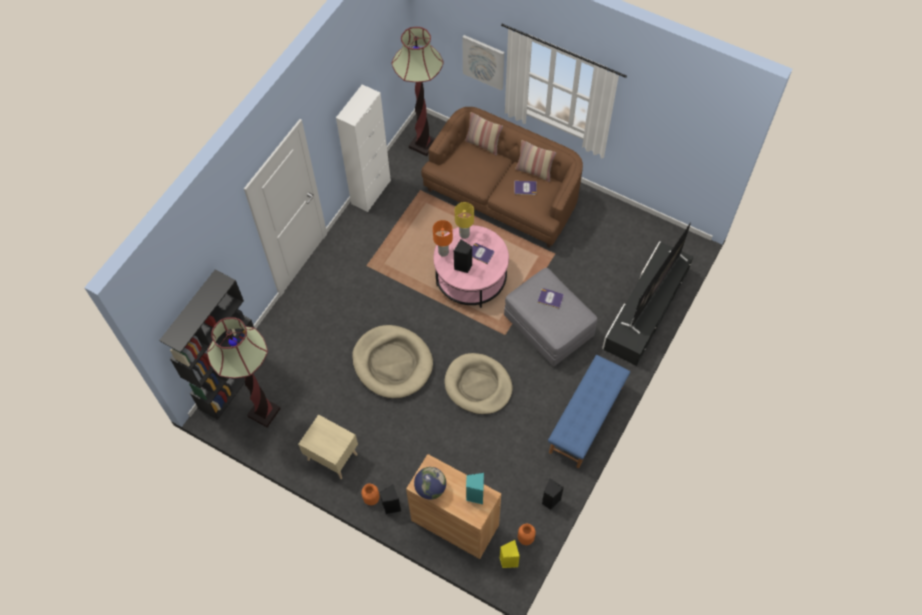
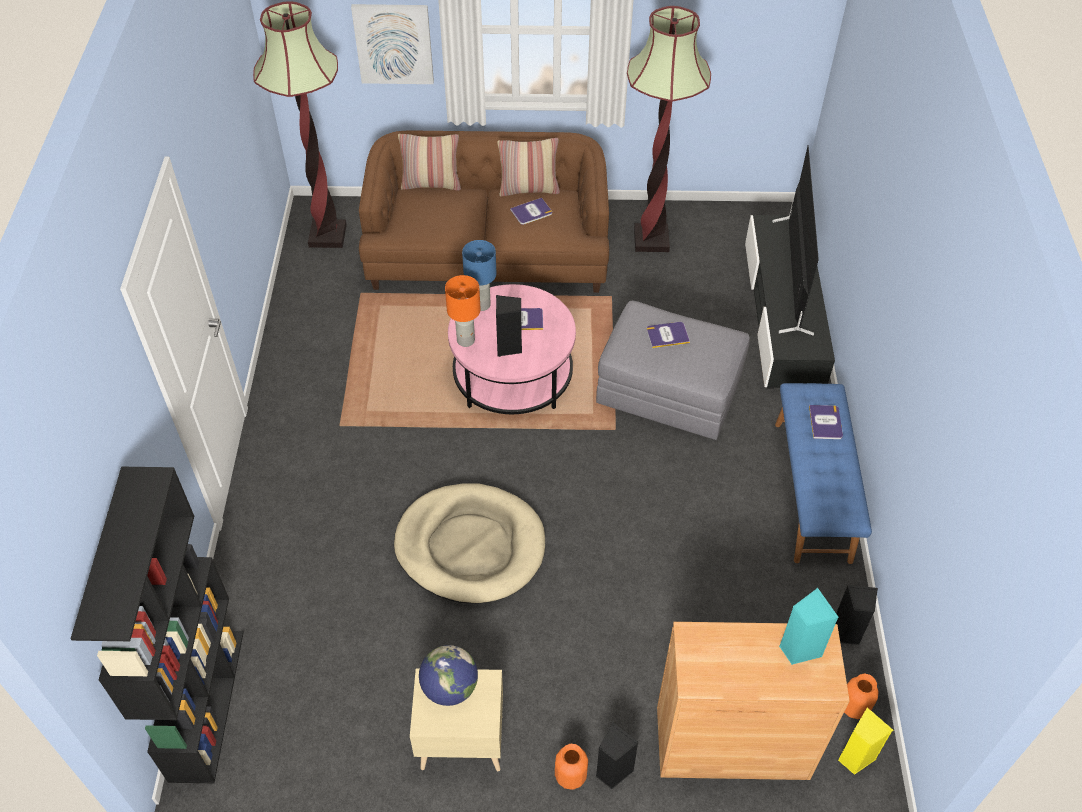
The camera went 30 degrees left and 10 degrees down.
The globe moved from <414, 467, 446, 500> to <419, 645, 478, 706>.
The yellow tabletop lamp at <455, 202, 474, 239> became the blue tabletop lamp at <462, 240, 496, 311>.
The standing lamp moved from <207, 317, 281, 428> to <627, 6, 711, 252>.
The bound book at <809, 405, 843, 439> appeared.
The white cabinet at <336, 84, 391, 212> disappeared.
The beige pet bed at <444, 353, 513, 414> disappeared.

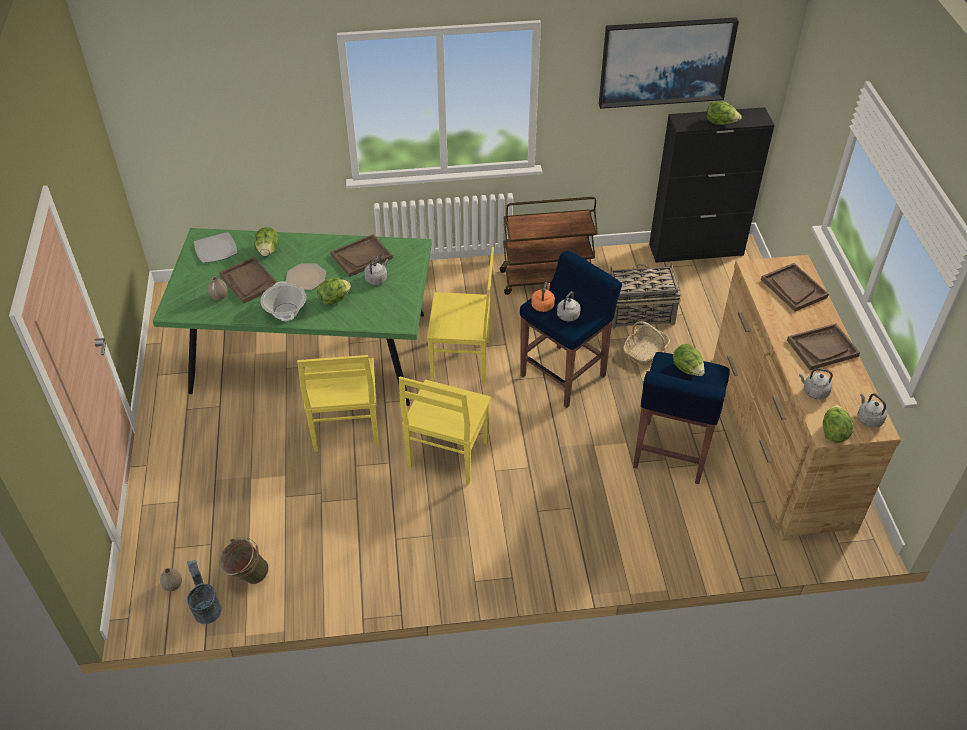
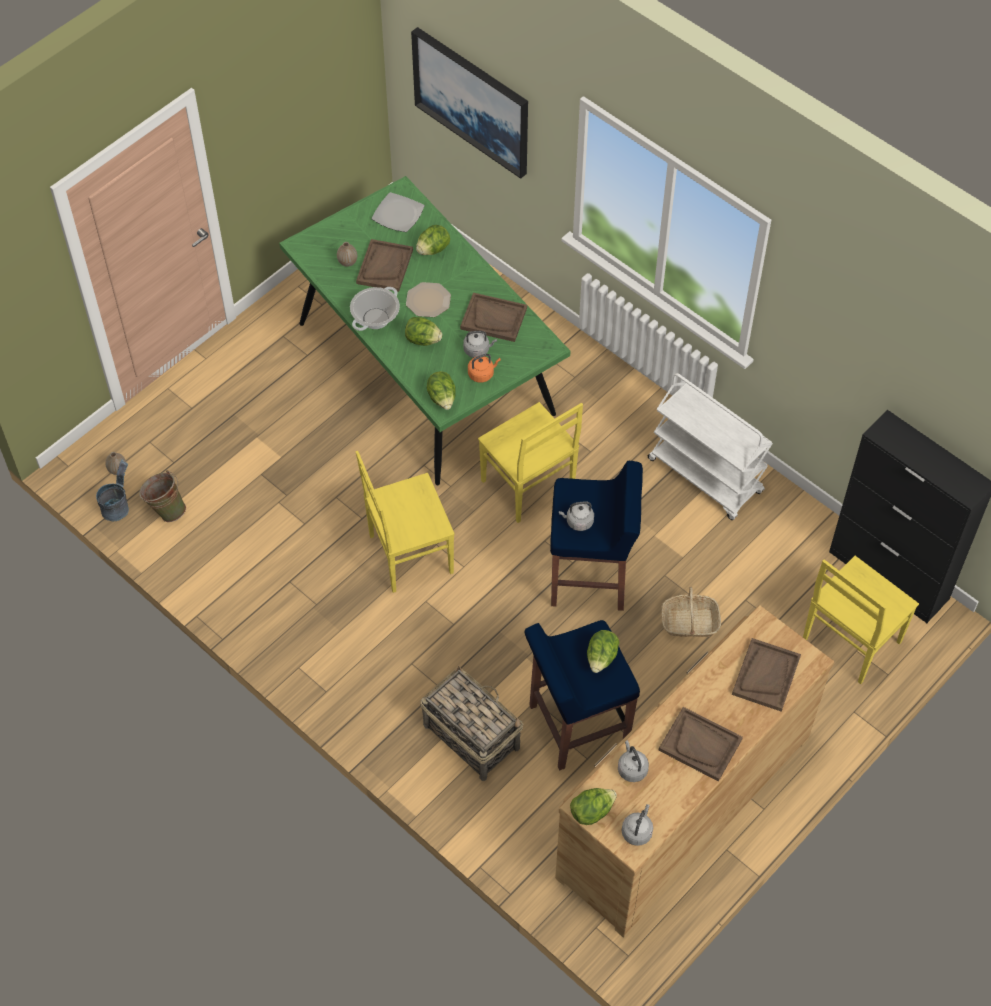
The camera went 50 degrees right and 10 degrees up.
The wall art moved from <599, 17, 739, 109> to <411, 27, 528, 179>.
The household basket moved from <607, 263, 682, 329> to <420, 666, 523, 781>.
The lettuce head moved from <707, 101, 742, 125> to <427, 371, 456, 410>.
The orangey water kettle moved from <531, 282, 555, 312> to <468, 354, 501, 383>.
The brownish wheeled cart at <500, 197, 598, 295> became the white wheeled cart at <648, 373, 773, 520>.
The yellow upright chair moved from <297, 355, 379, 452> to <803, 556, 919, 684>.

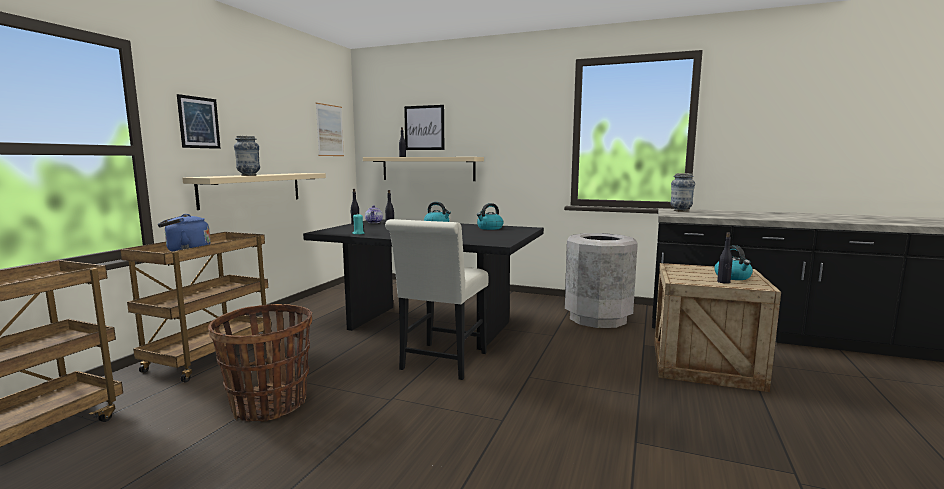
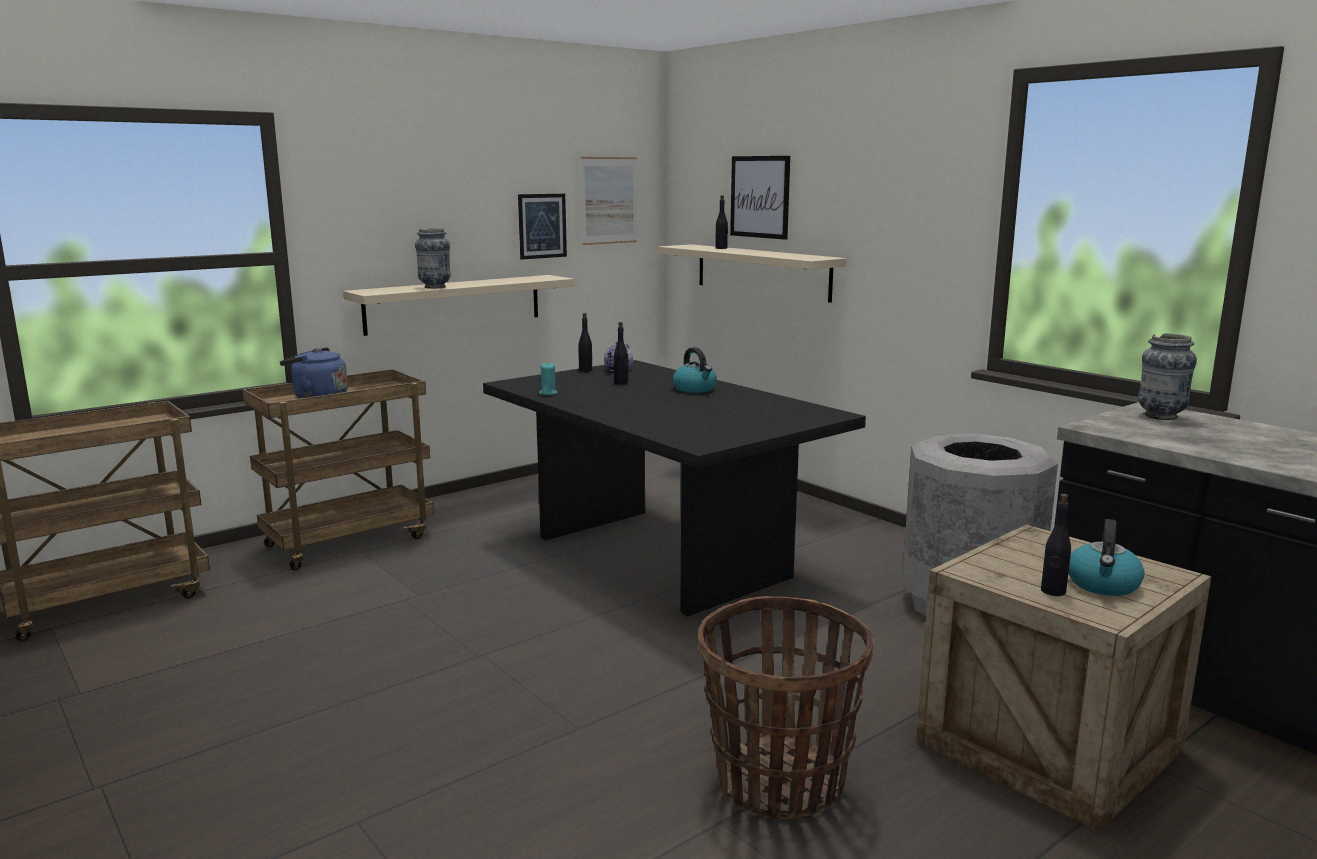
The camera went 30 degrees right and 5 degrees up.
The wall art moved from <177, 94, 221, 149> to <518, 194, 567, 260>.
The household basket moved from <208, 304, 312, 422> to <698, 596, 874, 819>.
The white upright chair at <385, 219, 489, 380> disappeared.
The water kettle at <477, 203, 503, 230> disappeared.

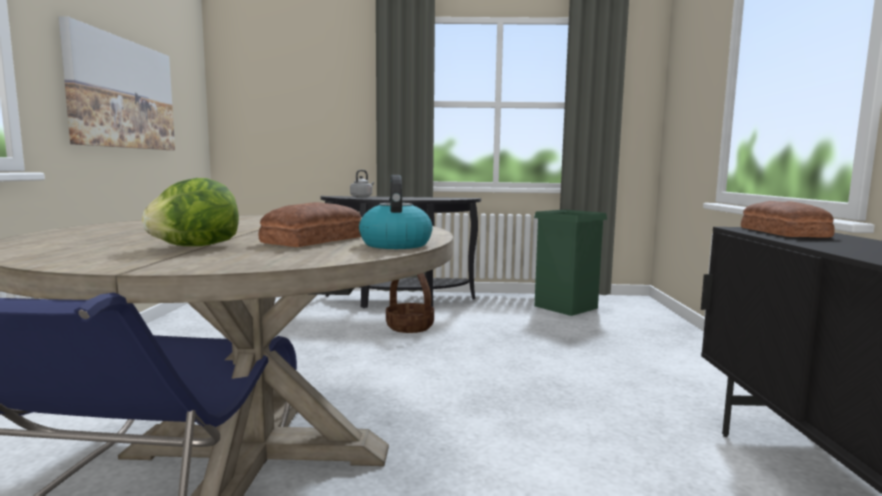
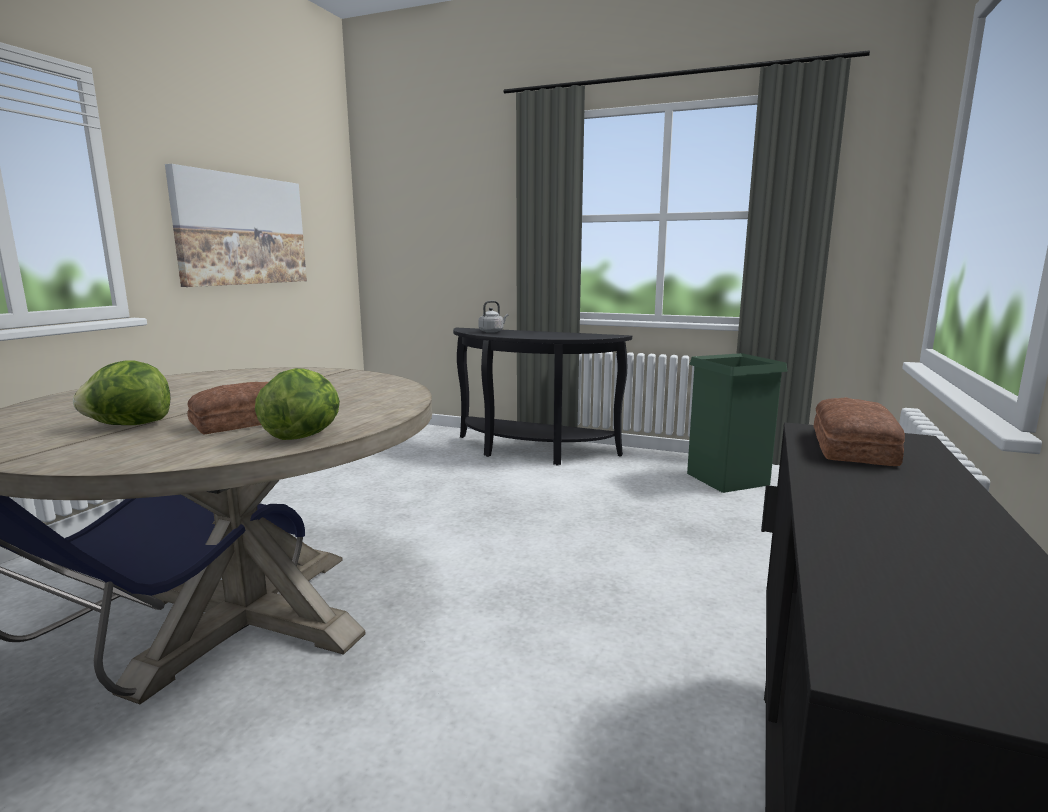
The camera went 20 degrees right and 5 degrees up.
The water kettle at <359, 175, 433, 249> was replaced by the lettuce head at <255, 368, 340, 440>.
The household basket at <386, 273, 434, 333> disappeared.

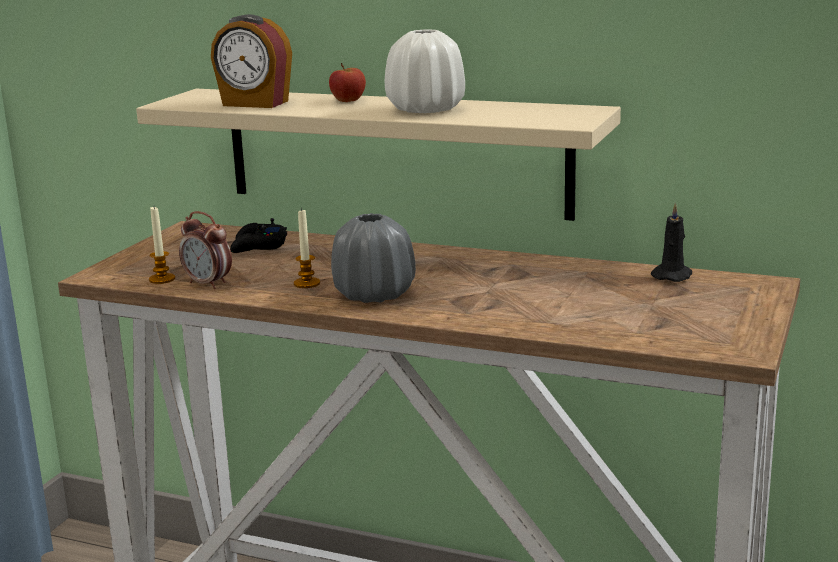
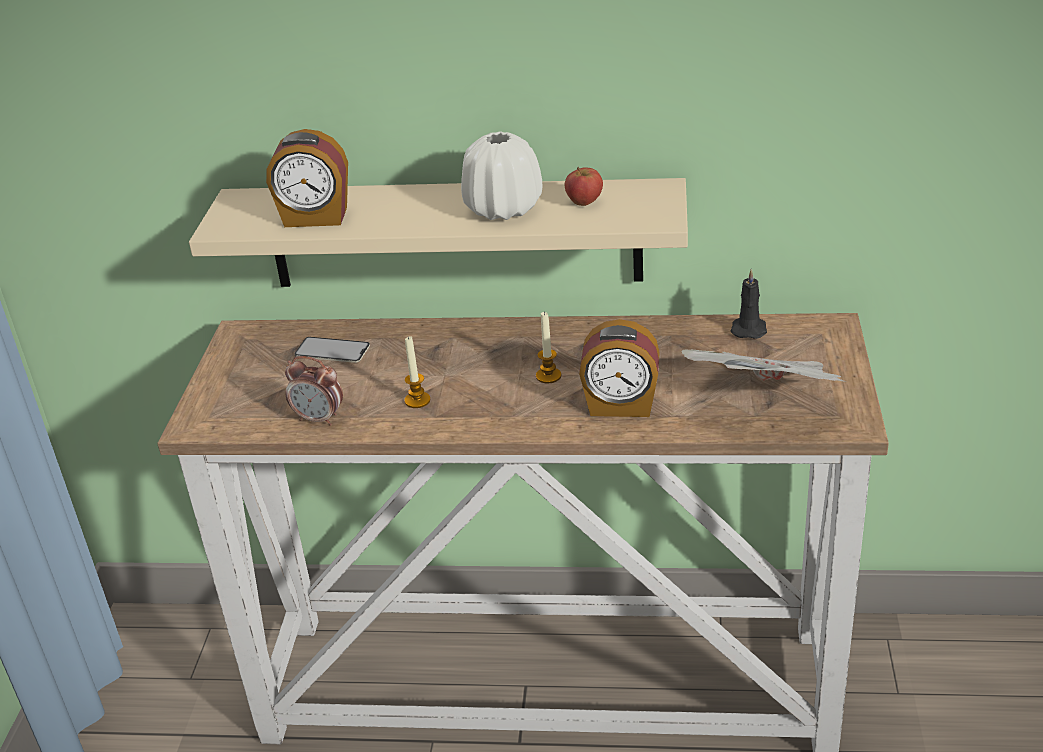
The camera went 15 degrees left and 15 degrees up.
The blackish game controller at <230, 218, 287, 253> was replaced by the handset at <294, 337, 370, 363>.
The wax candle moved from <149, 207, 175, 284> to <536, 312, 561, 383>.
The apple moved from <329, 63, 366, 102> to <565, 167, 603, 206>.
The bedside clock at <579, 319, 660, 417> appeared.
The daily paper at <682, 350, 846, 382> appeared.
The greyish decorative vase at <331, 213, 416, 303> disappeared.

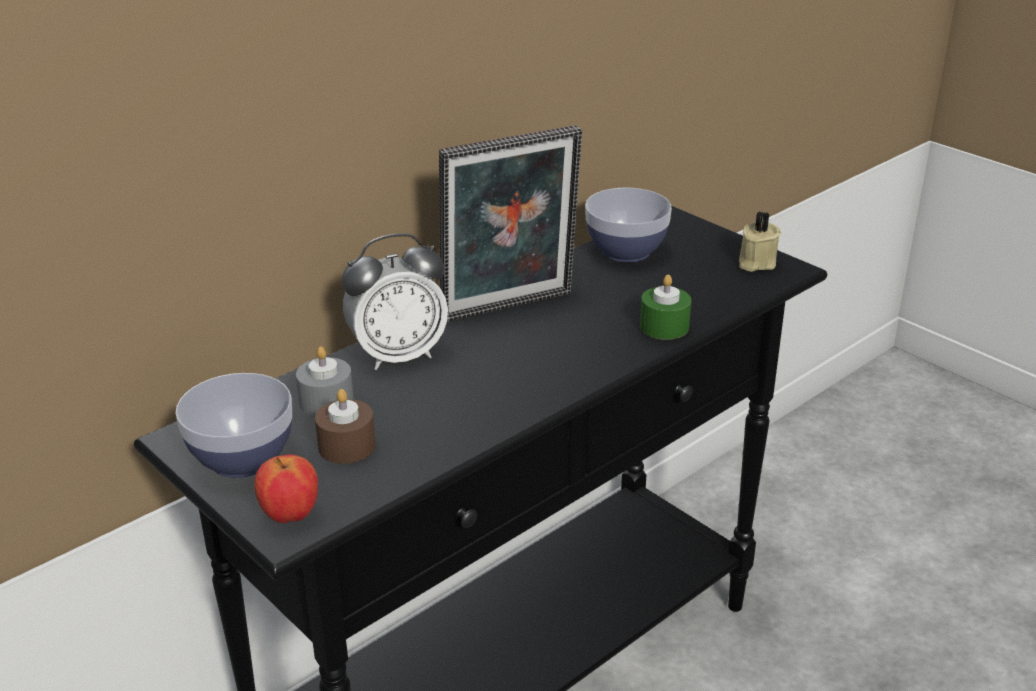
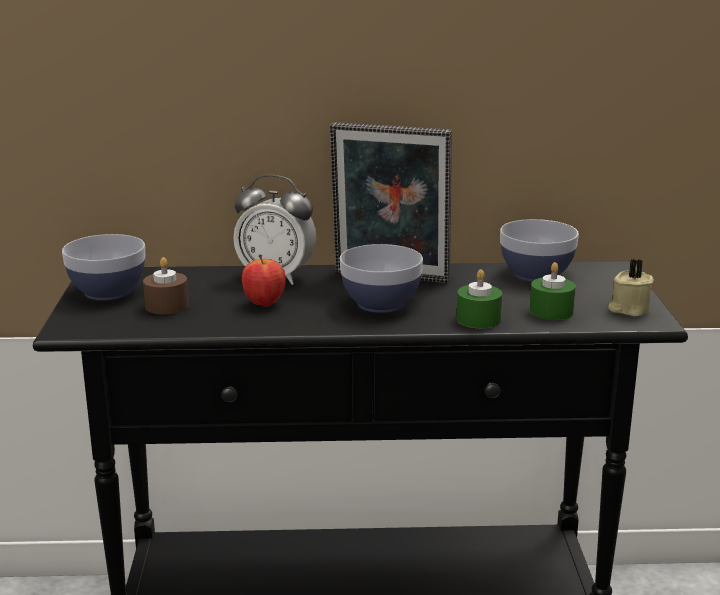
The camera went 40 degrees right and 10 degrees down.
The apple moved from <254, 454, 318, 523> to <242, 255, 286, 307>.
The serving bowl at <340, 244, 423, 313> appeared.
The greenish wax candle at <530, 262, 576, 320> appeared.
The greyish wax candle at <296, 346, 354, 417> disappeared.

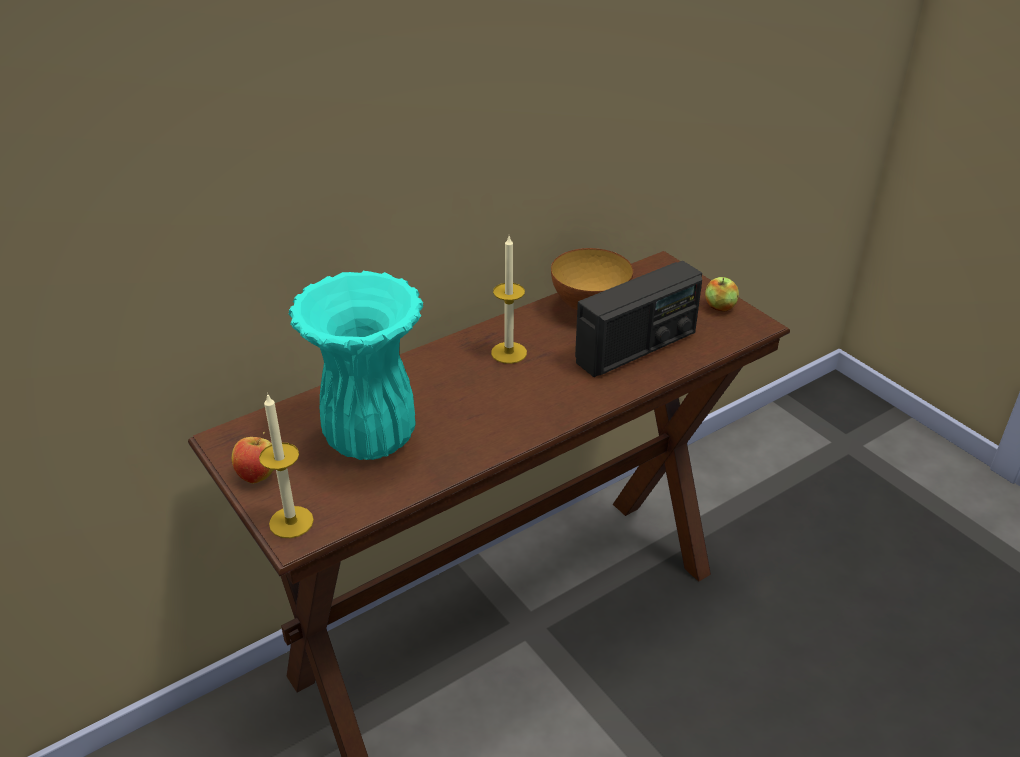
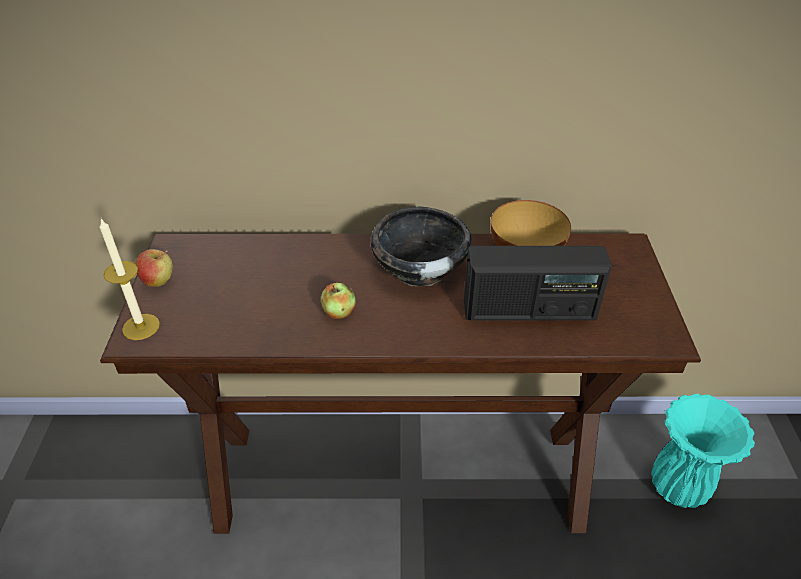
The camera went 35 degrees right and 5 degrees up.
The apple moved from <705, 277, 739, 312> to <321, 283, 356, 319>.
The wax candle at <491, 236, 527, 364> was replaced by the blackish serving bowl at <371, 206, 471, 287>.
The turquoise decorative vase moved from <288, 271, 424, 460> to <651, 394, 755, 508>.

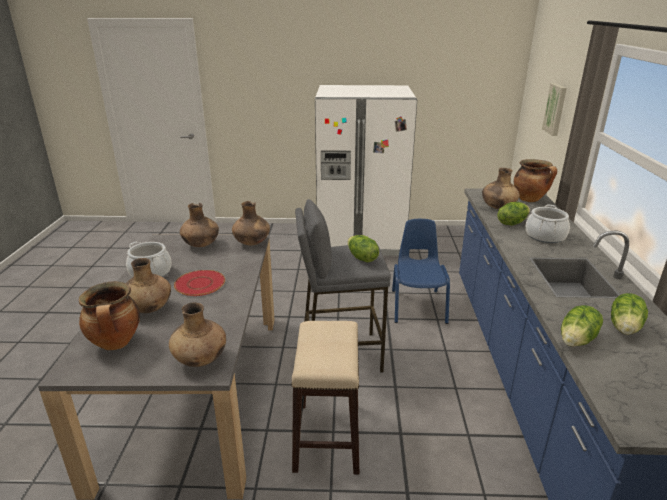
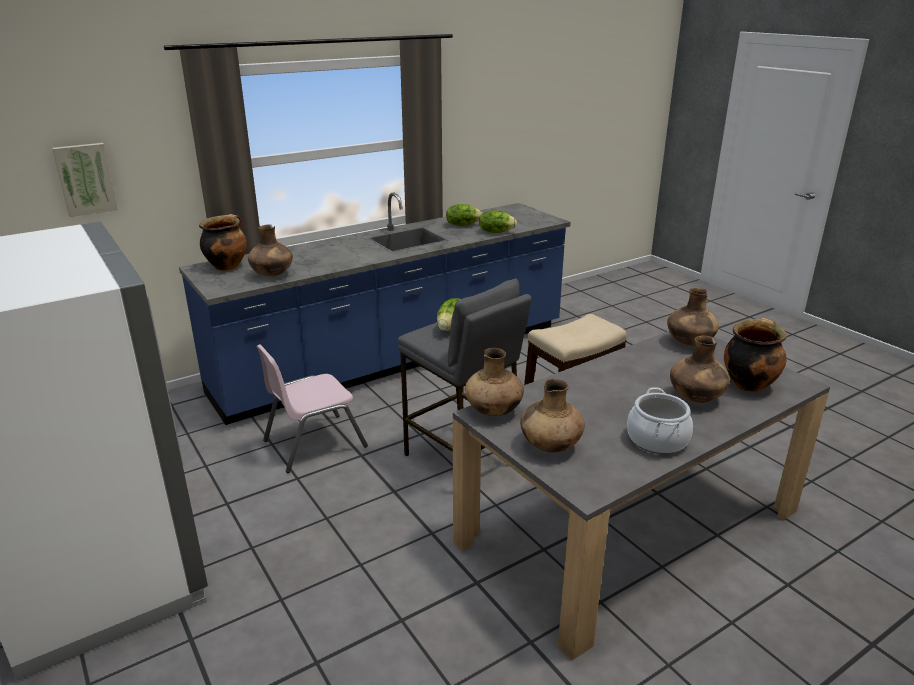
The camera went 125 degrees left and 0 degrees up.
The blue upright chair at <392, 219, 450, 324> became the pink-coloured upright chair at <256, 344, 368, 473>.
The red-coloured dinner plate at <174, 270, 225, 296> disappeared.
The lettuce head at <497, 202, 530, 225> disappeared.
The cooking pot at <526, 205, 570, 243> disappeared.

